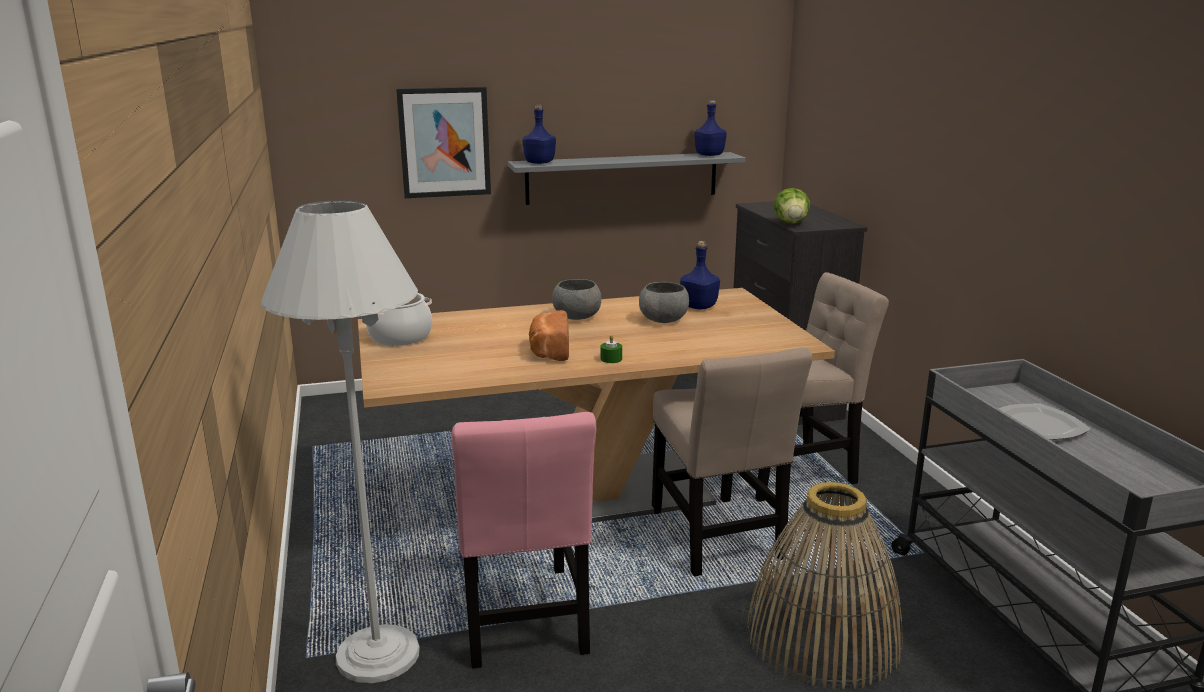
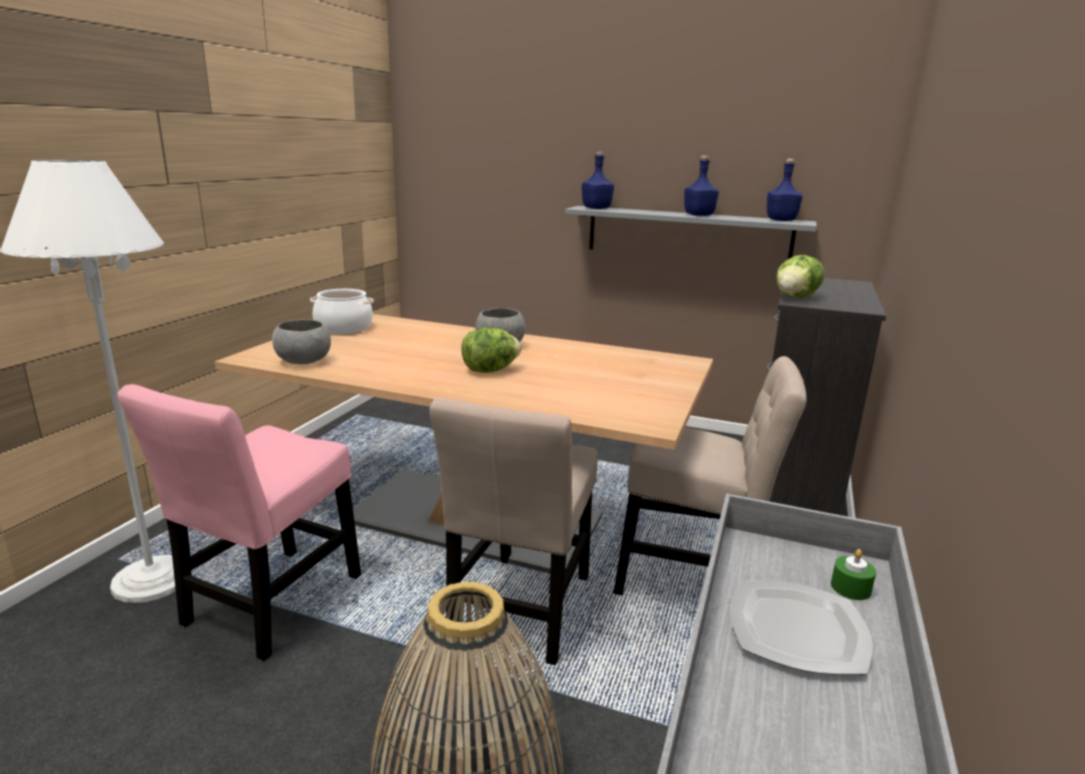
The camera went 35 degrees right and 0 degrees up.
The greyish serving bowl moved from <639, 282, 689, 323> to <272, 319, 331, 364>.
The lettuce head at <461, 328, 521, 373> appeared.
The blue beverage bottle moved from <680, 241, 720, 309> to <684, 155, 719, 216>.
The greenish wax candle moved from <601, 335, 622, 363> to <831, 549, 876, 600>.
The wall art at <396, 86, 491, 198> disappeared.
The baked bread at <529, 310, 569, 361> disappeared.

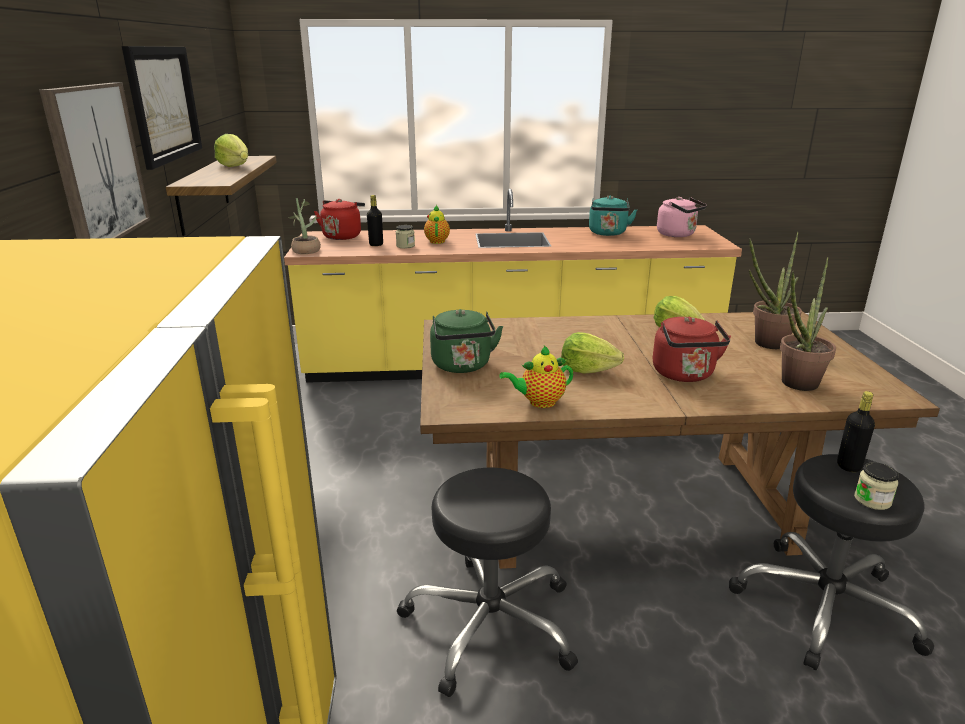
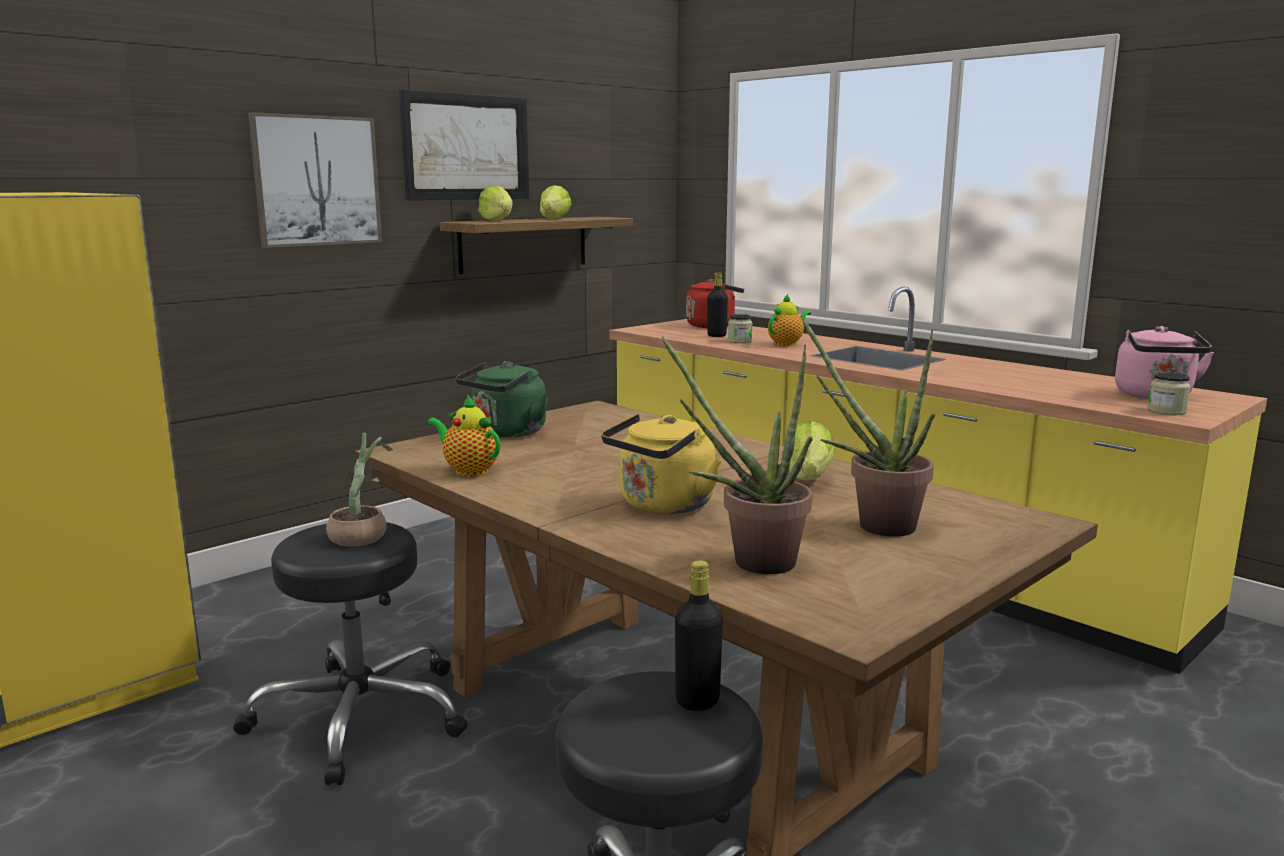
The camera went 50 degrees right and 10 degrees down.
The potted plant moved from <288, 198, 321, 254> to <326, 433, 393, 547>.
The lettuce head moved from <561, 332, 624, 373> to <478, 185, 512, 221>.
The red-coloured water kettle at <653, 316, 731, 382> became the yellow water kettle at <601, 414, 722, 514>.
The jar moved from <854, 462, 899, 510> to <1148, 372, 1191, 415>.
The turquoise water kettle at <589, 195, 637, 236> disappeared.

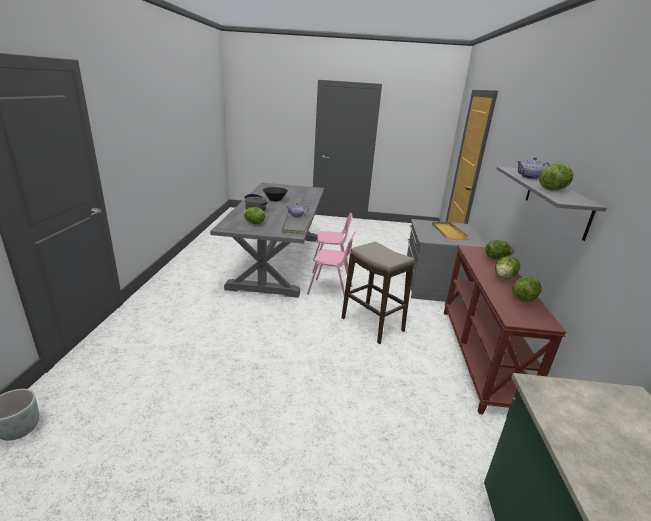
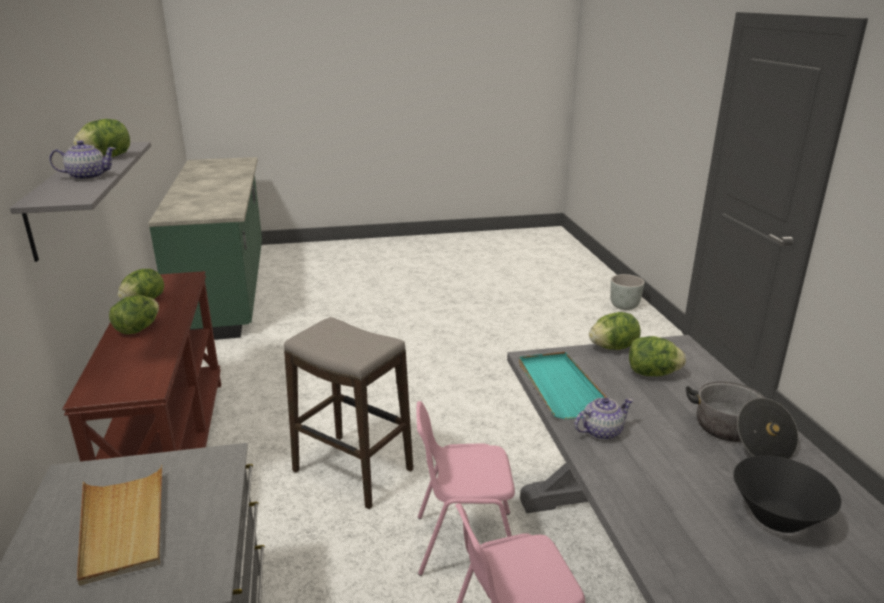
The camera went 165 degrees right and 0 degrees up.
The greyish tray at <282, 214, 311, 234> became the turquoise tray at <519, 352, 607, 419>.
The lettuce head moved from <486, 240, 514, 259> to <589, 312, 641, 350>.

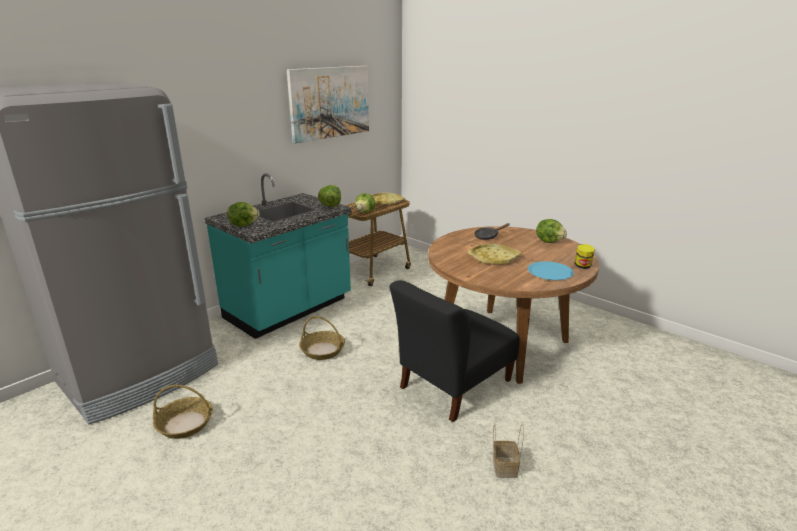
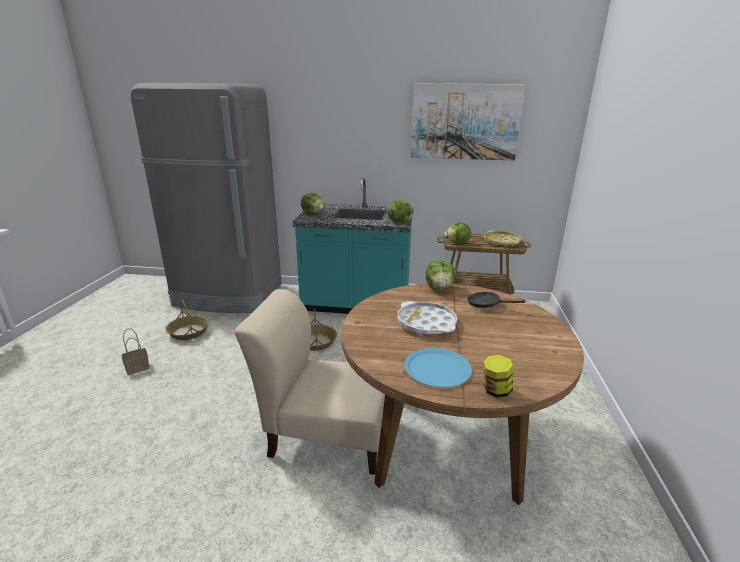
The camera went 55 degrees right and 0 degrees up.
The household basket moved from <493, 424, 524, 478> to <122, 329, 150, 375>.
The blackish upright chair at <389, 280, 520, 422> became the beige upright chair at <235, 289, 385, 475>.
The yellow tray at <468, 244, 521, 265> became the white tray at <397, 301, 457, 334>.
The lettuce head moved from <536, 219, 567, 243> to <426, 260, 457, 290>.

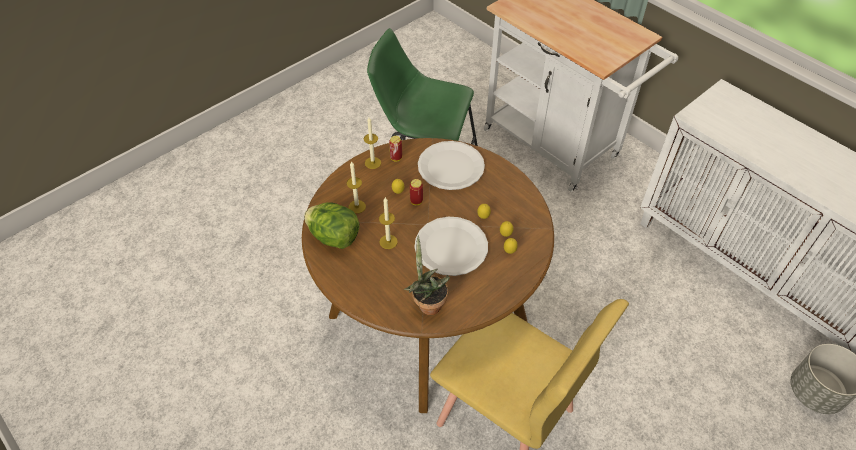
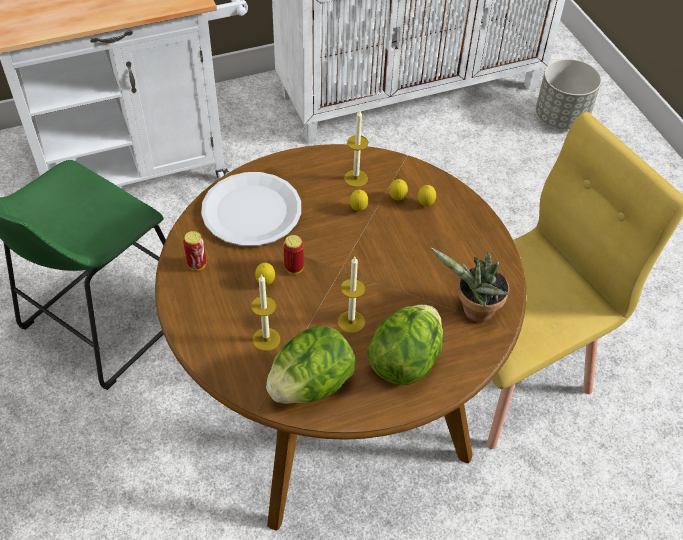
The camera went 70 degrees left and 0 degrees up.
The wax candle moved from <364, 118, 381, 169> to <344, 109, 368, 187>.
The lettuce head at <367, 305, 443, 385> appeared.
The white dinner plate at <414, 217, 488, 276> disappeared.

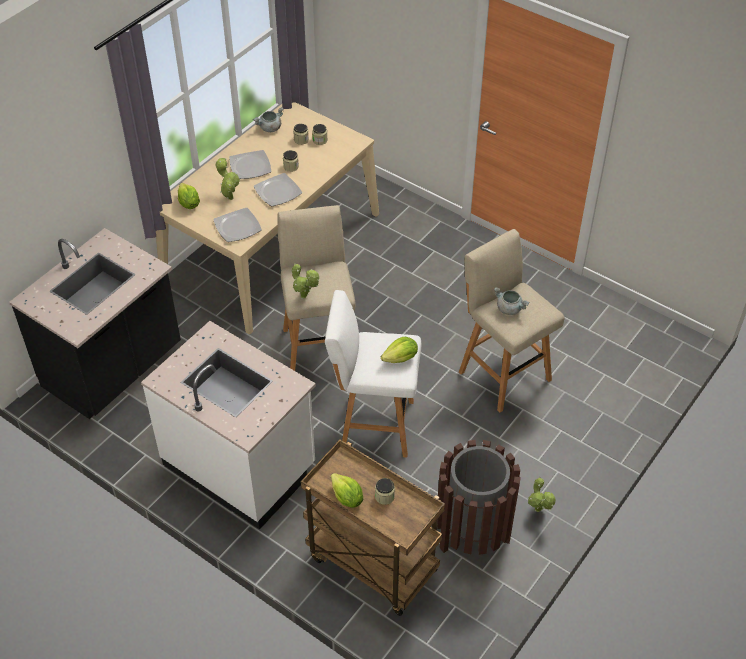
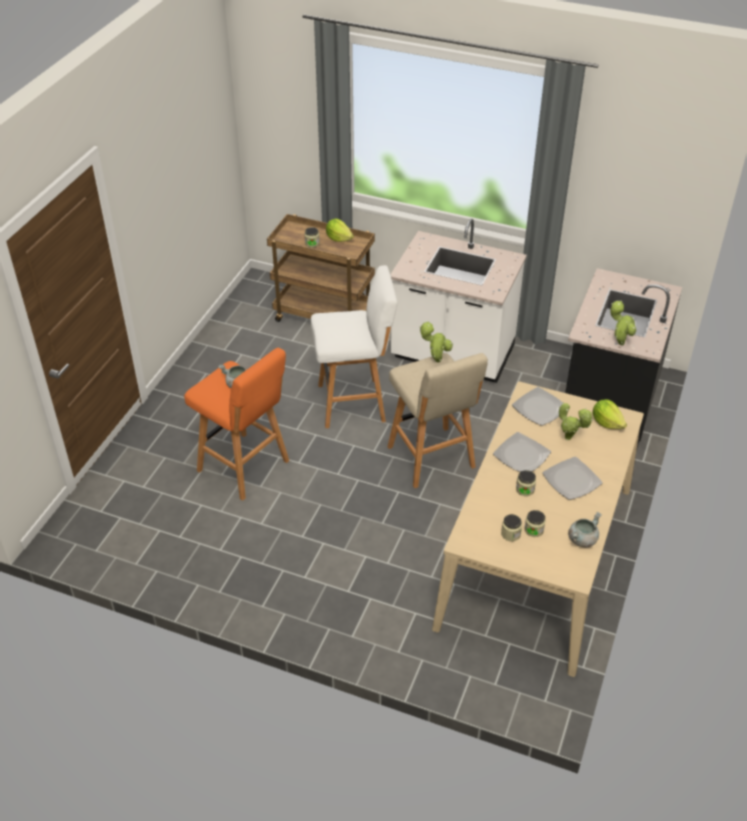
The camera went 165 degrees right and 5 degrees down.
The beige stool seat at <459, 229, 564, 412> became the orangey stool seat at <184, 348, 289, 500>.
The potted plant moved from <528, 477, 556, 512> to <610, 301, 636, 345>.
The lettuce head at <381, 337, 418, 363> disappeared.
The brownish rubbish bin at <437, 440, 521, 555> disappeared.

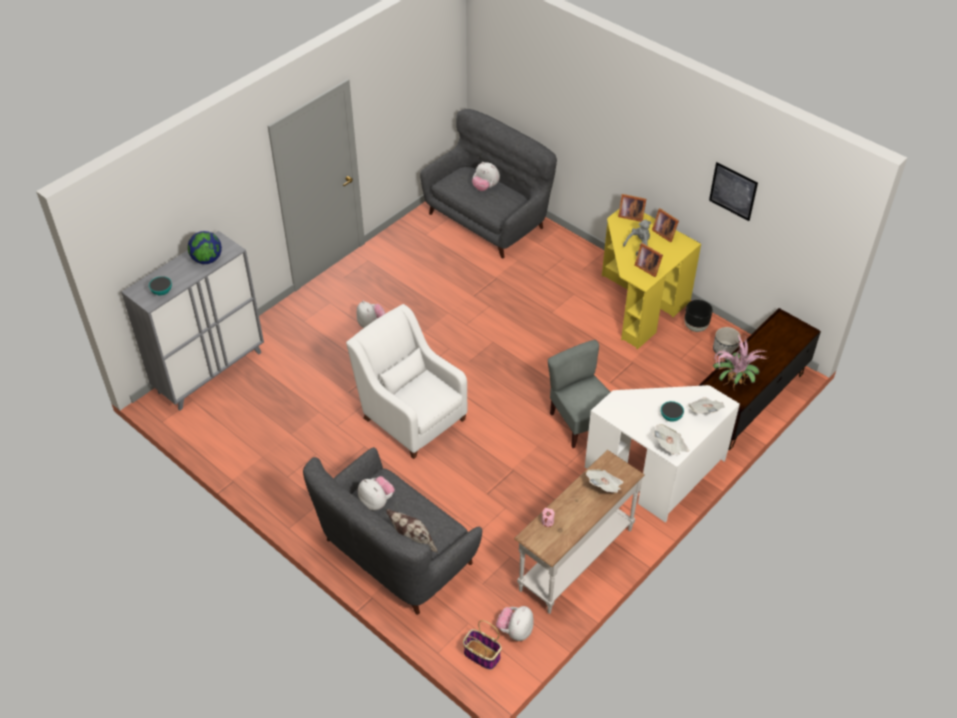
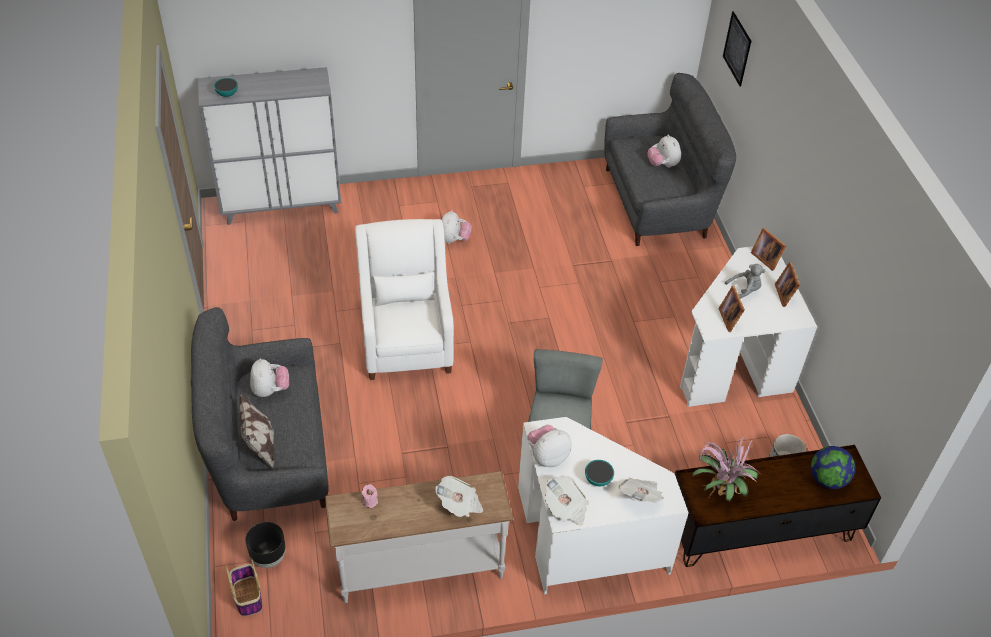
The camera went 35 degrees right and 0 degrees up.
The blackish flower pot moved from <684, 300, 713, 332> to <246, 522, 286, 568>.
The cuddly toy moved from <496, 606, 533, 641> to <527, 424, 572, 467>.
The yellow desk table at <602, 209, 701, 350> became the white desk table at <680, 246, 818, 407>.
The wall art moved from <709, 162, 758, 221> to <723, 11, 751, 86>.
The globe moved from <188, 231, 222, 264> to <811, 446, 855, 489>.

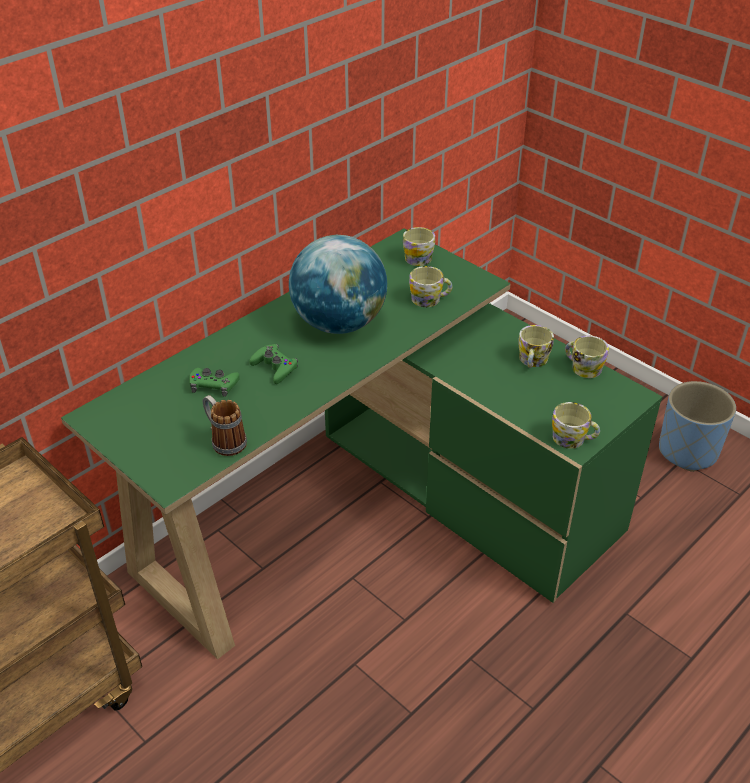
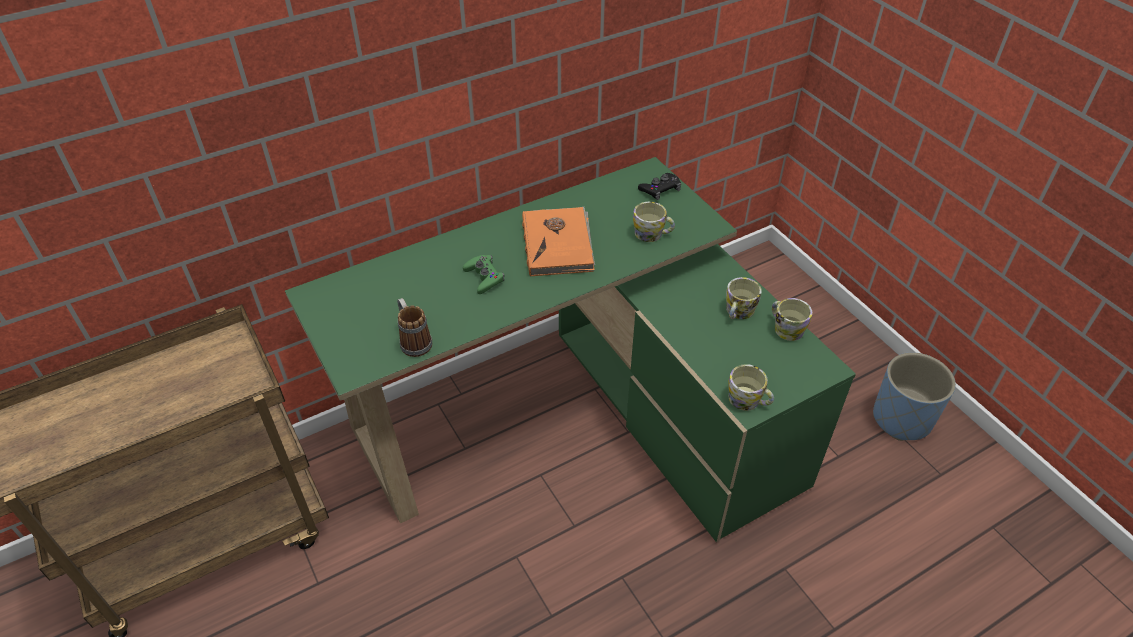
The camera went 15 degrees right and 5 degrees up.
The globe at <289, 235, 387, 334> was replaced by the orangey bound book at <522, 207, 595, 277>.
The mug at <403, 227, 435, 266> was replaced by the blackish game controller at <638, 173, 681, 200>.
The greenish game controller at <189, 368, 240, 397> disappeared.

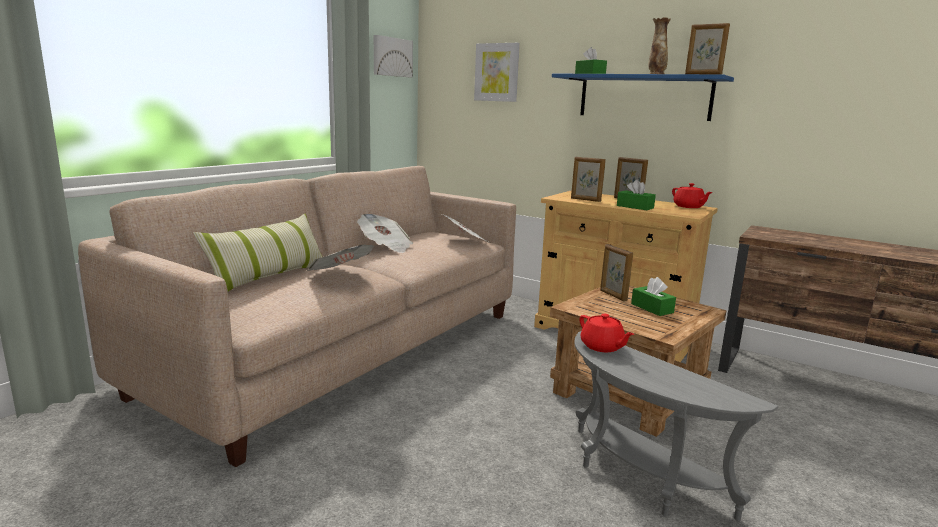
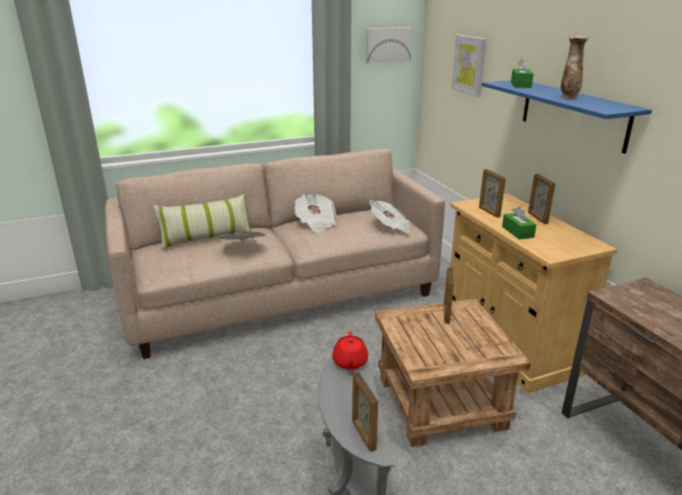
The camera went 35 degrees right and 10 degrees up.
The picture frame moved from <685, 23, 730, 74> to <352, 372, 378, 452>.
The greenish tissue box at <631, 277, 676, 316> disappeared.
The red-coloured pot for tea at <672, 183, 713, 208> disappeared.

